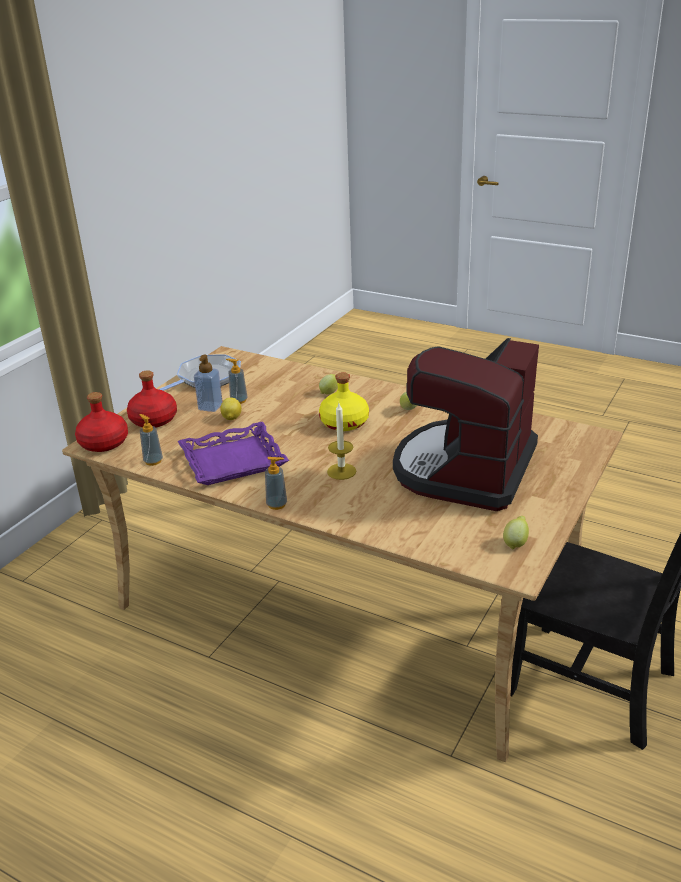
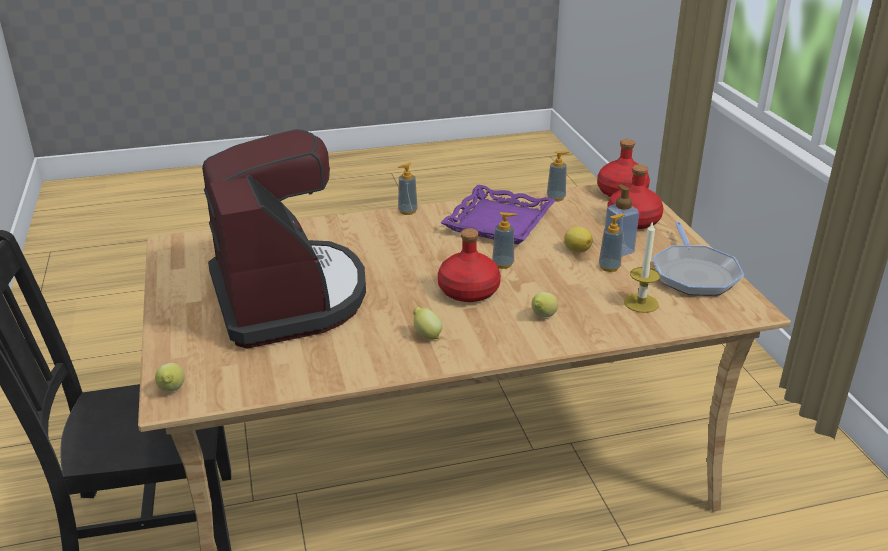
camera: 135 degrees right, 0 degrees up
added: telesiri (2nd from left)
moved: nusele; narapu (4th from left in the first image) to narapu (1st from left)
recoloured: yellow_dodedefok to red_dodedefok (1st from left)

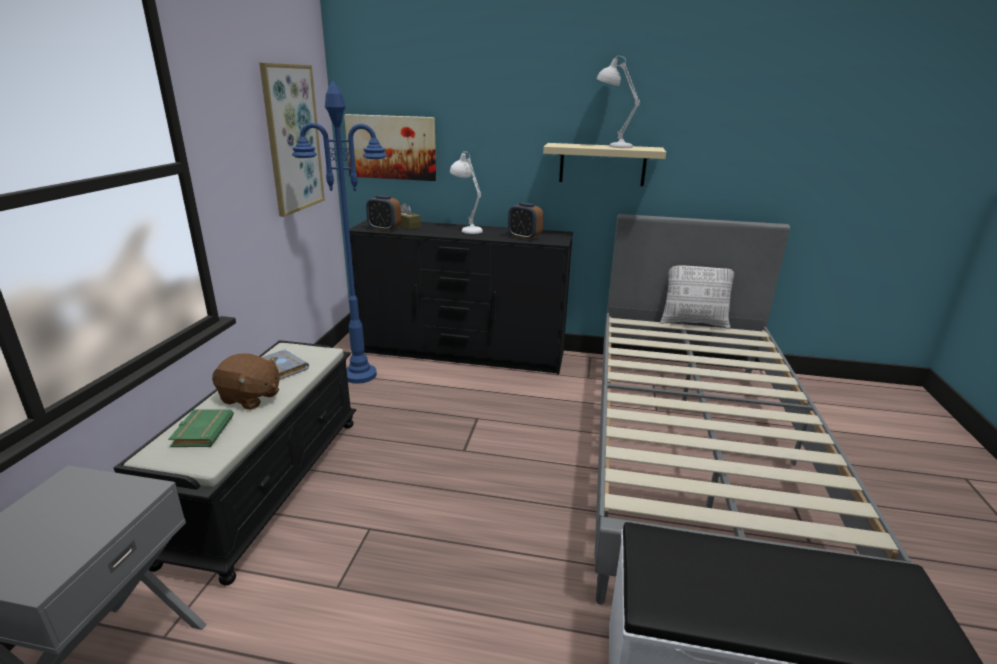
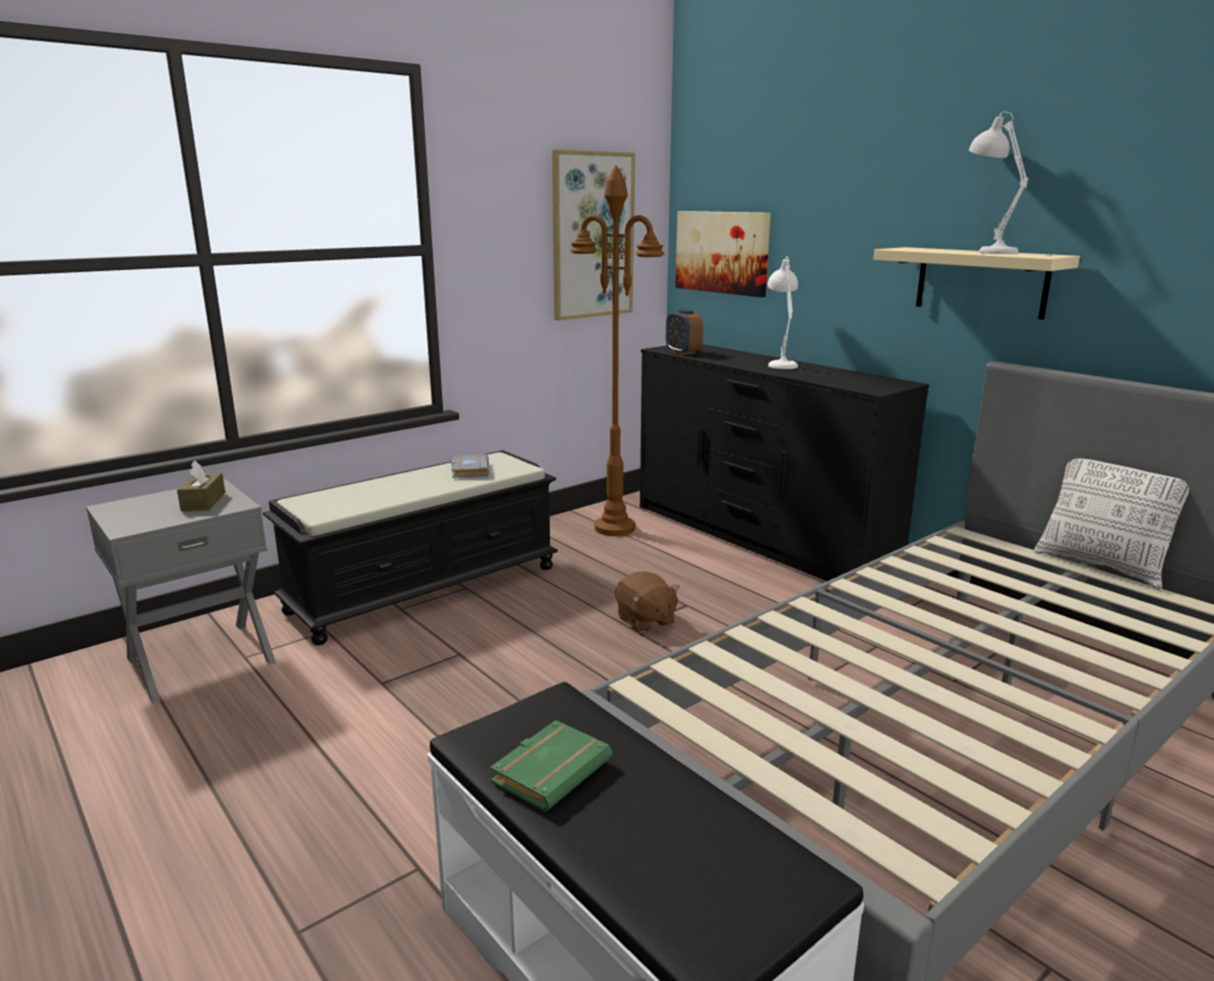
camera: 40 degrees right, 5 degrees down
removed: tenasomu (2nd from left)
moved: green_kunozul; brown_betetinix; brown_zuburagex
recoloured: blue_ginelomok to brown_ginelomok

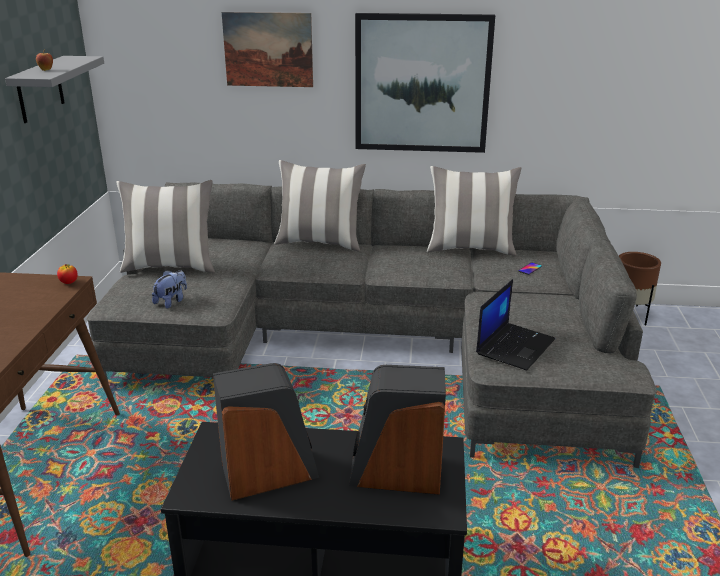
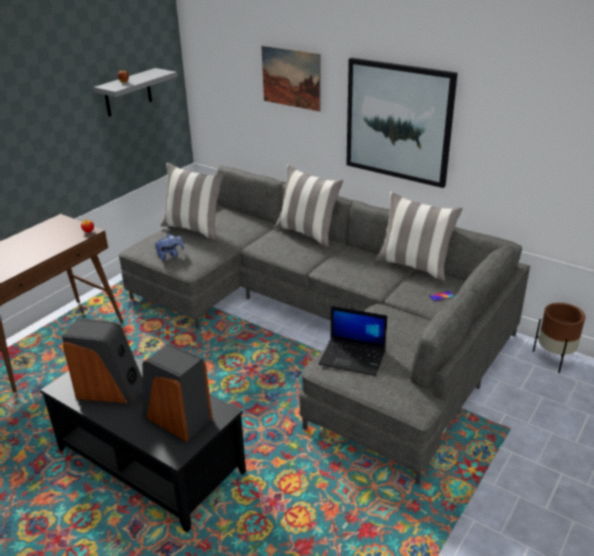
camera: 30 degrees right, 5 degrees up
turned: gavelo 45 degrees clockwise

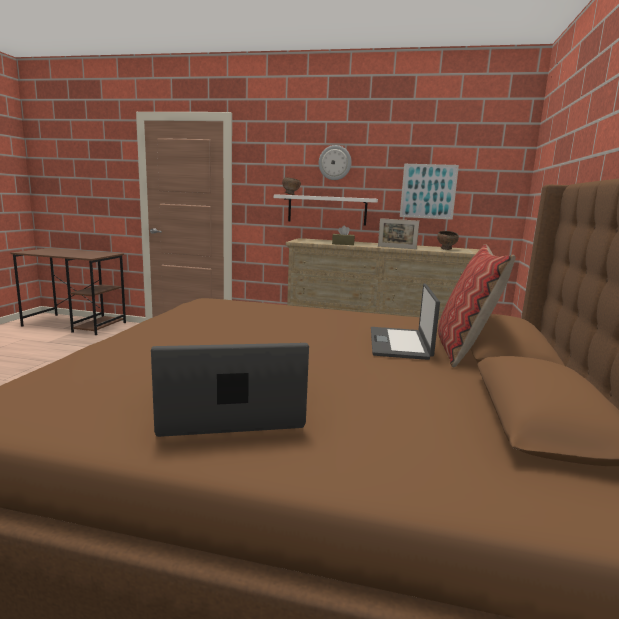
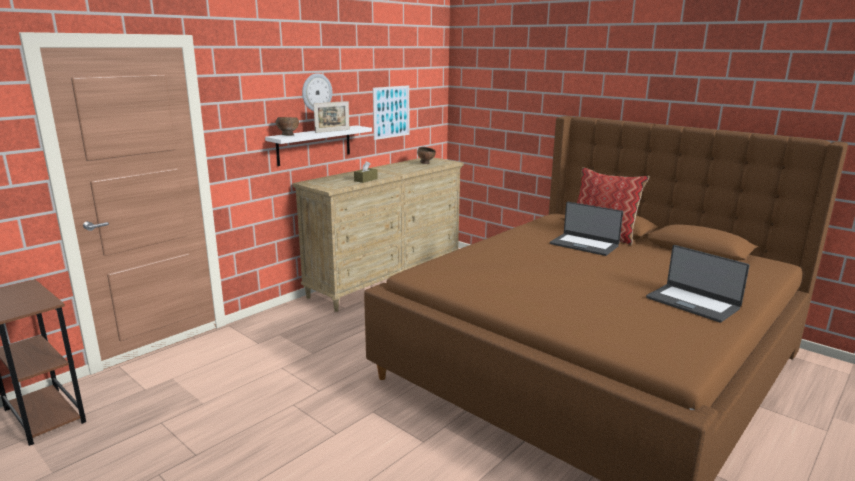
camera: 60 degrees left, 5 degrees up
moved: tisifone
turned: gavelo (1st from left in the first image) 60 degrees counterclockwise

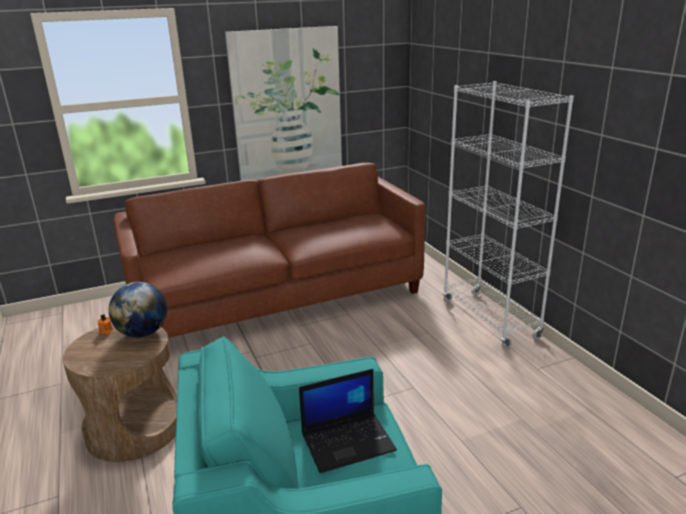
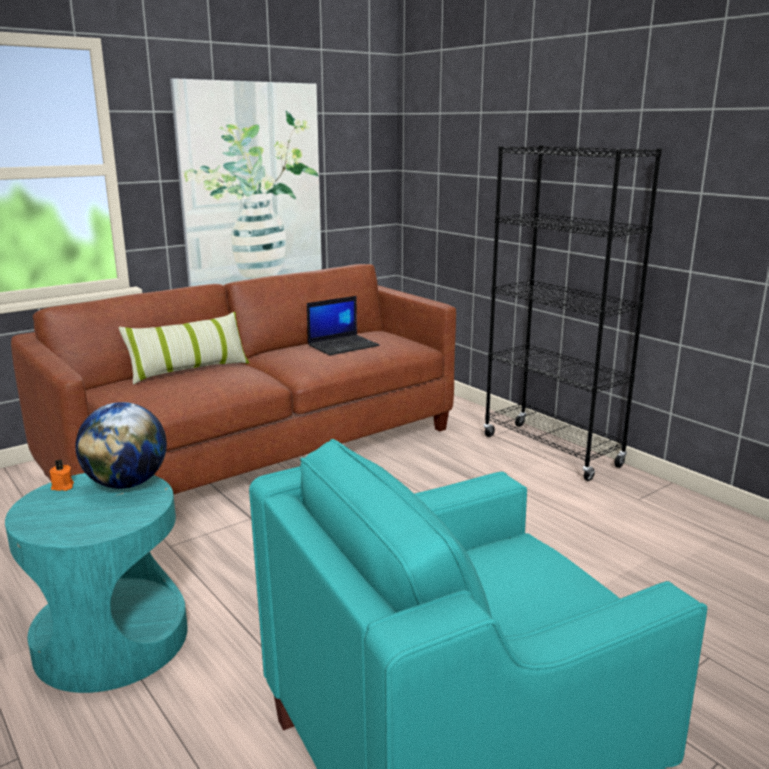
camera: 15 degrees left, 5 degrees down
added: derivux
moved: gavelo
recoloured: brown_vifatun to turquoise_vifatun; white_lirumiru to black_lirumiru

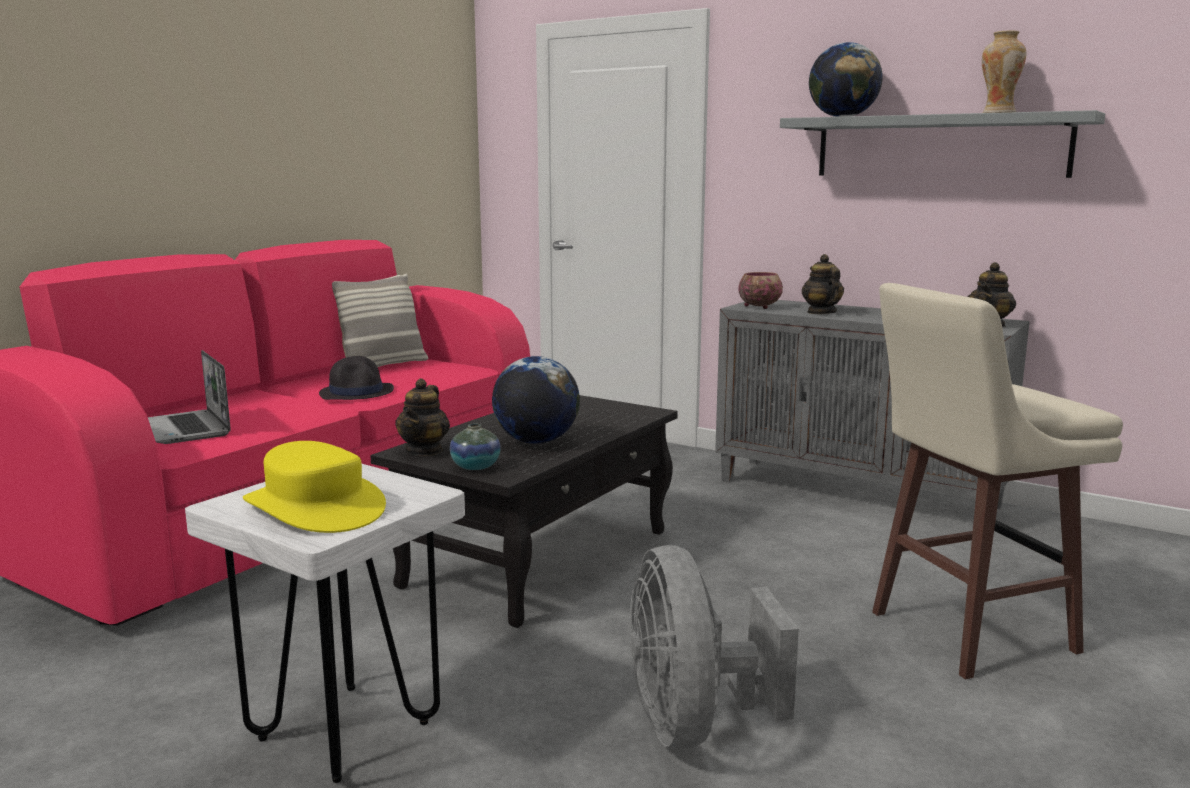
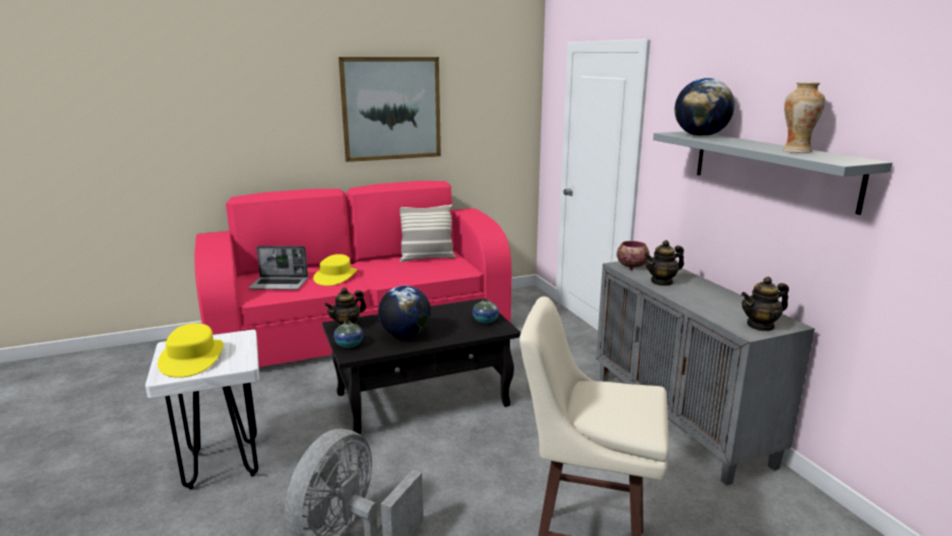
camera: 35 degrees right, 5 degrees up
removed: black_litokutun
added: yellow_litokutun (2nd from left); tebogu; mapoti (2nd from left)
turned: gavelo 90 degrees counterclockwise; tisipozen (2nd from left) 135 degrees counterclockwise

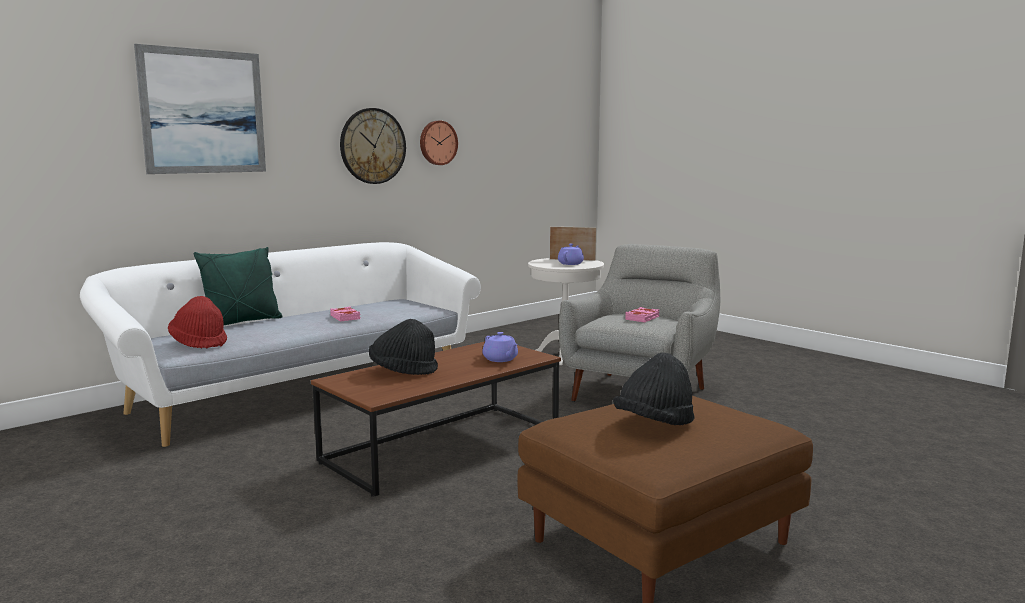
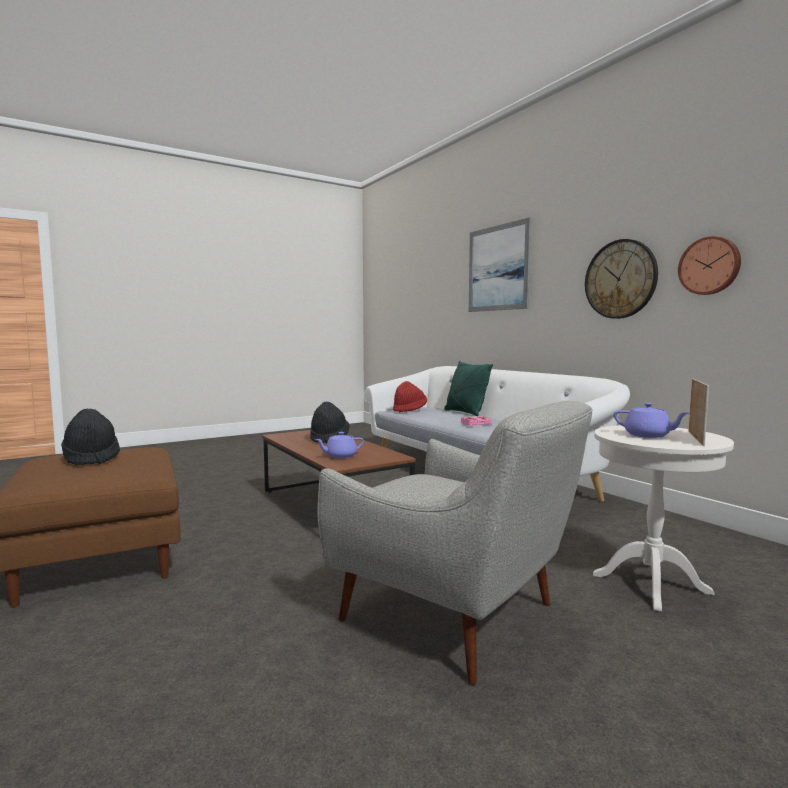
camera: 100 degrees right, 5 degrees down
removed: pink_kunozul (2nd from left)

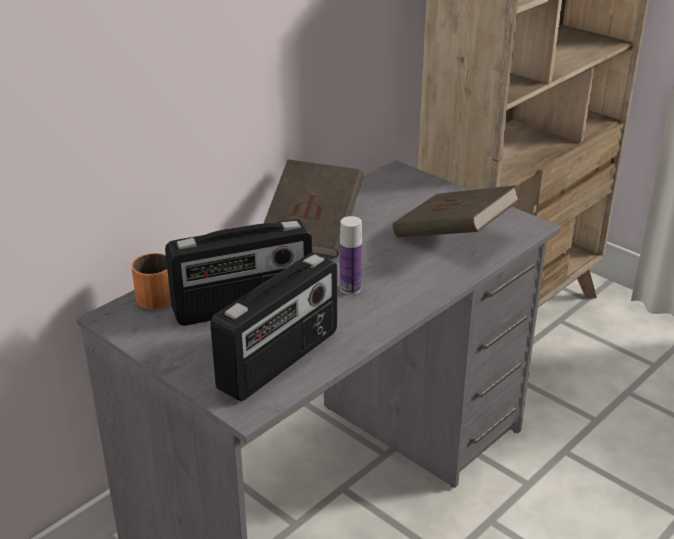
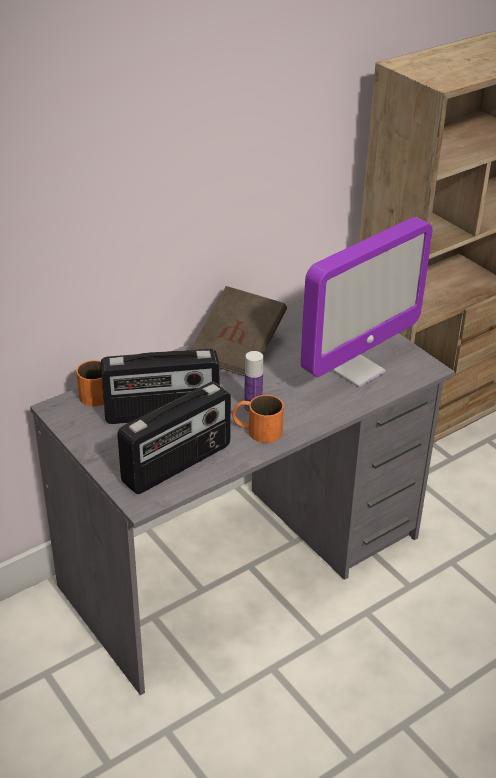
camera: 10 degrees right, 5 degrees up
added: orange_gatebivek (2nd from left)
replaced: brown_kunozul (2nd from left) to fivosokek

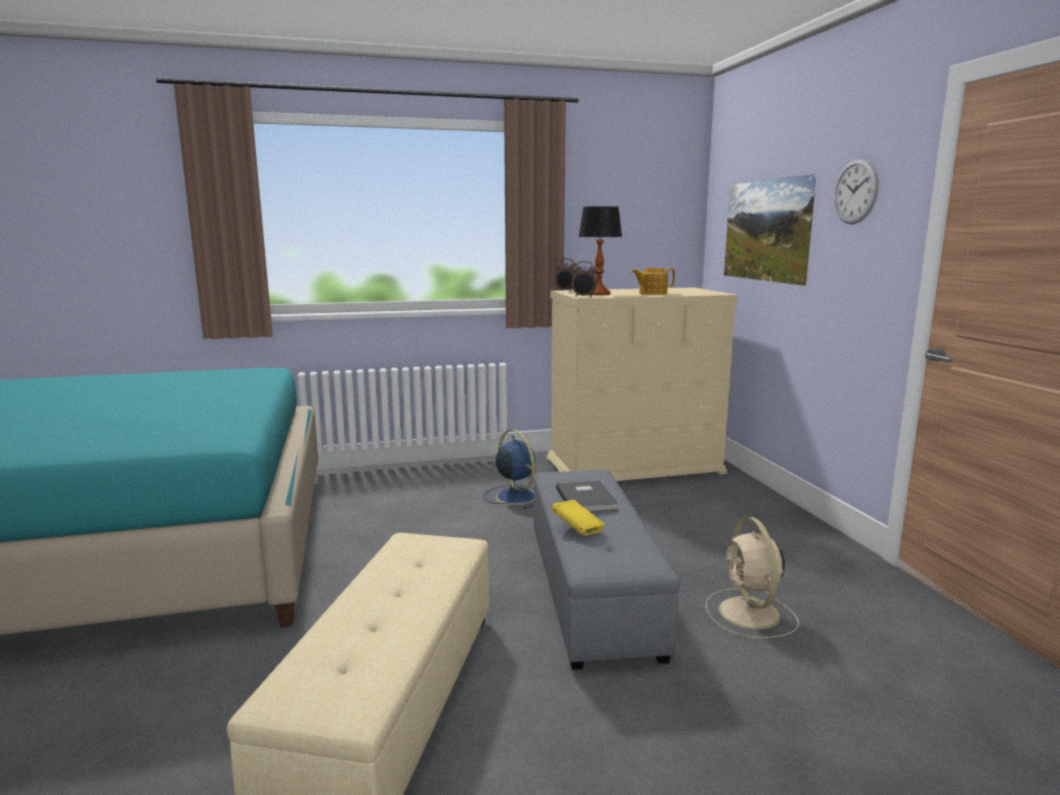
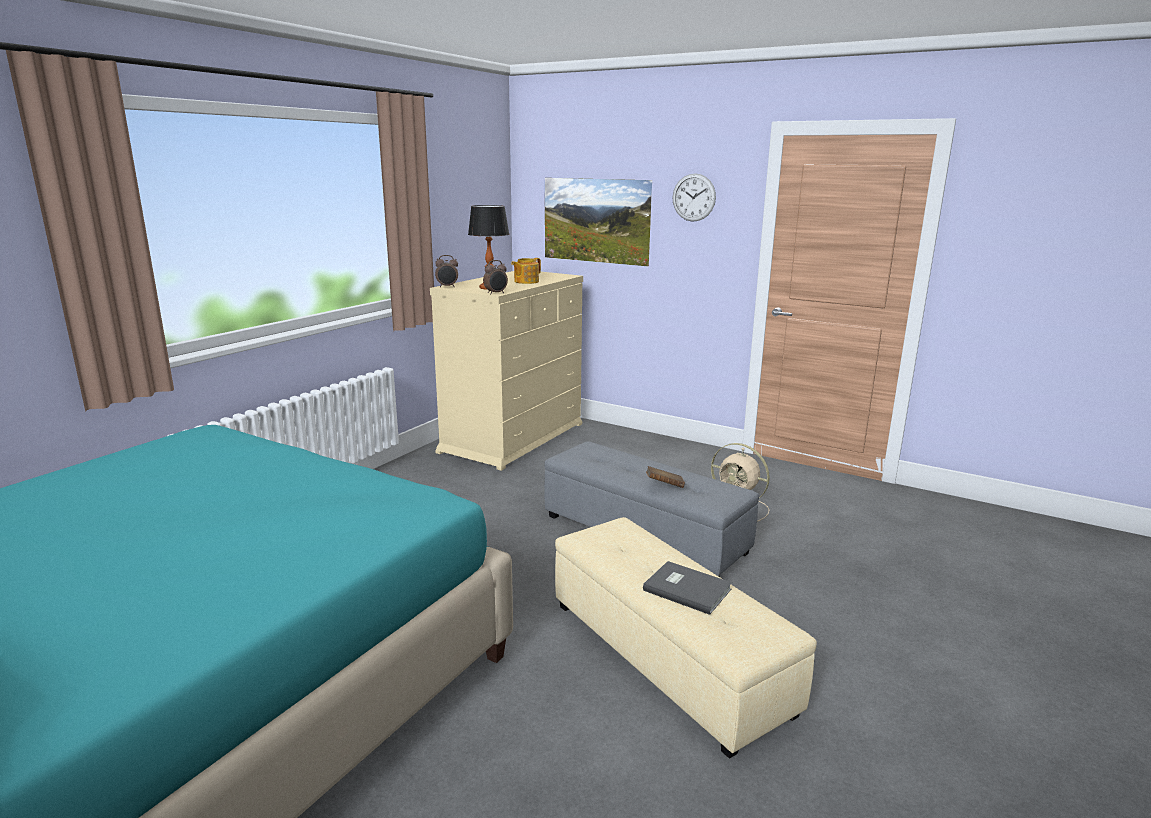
camera: 45 degrees left, 5 degrees up
removed: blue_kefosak
moved: grey_kunozul
recoloured: yellow_kunozul to brown_kunozul

